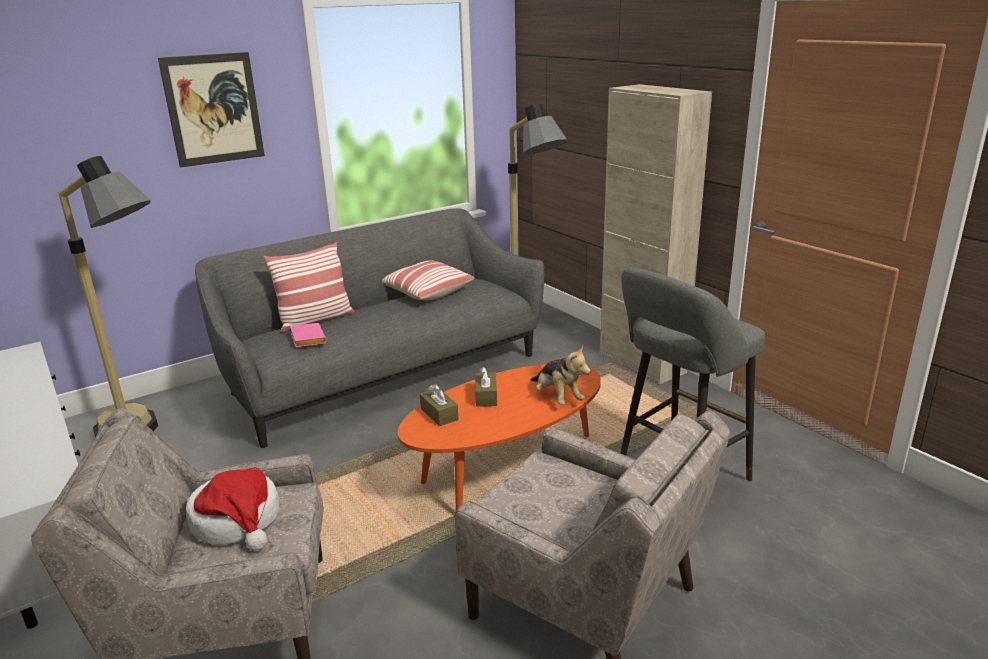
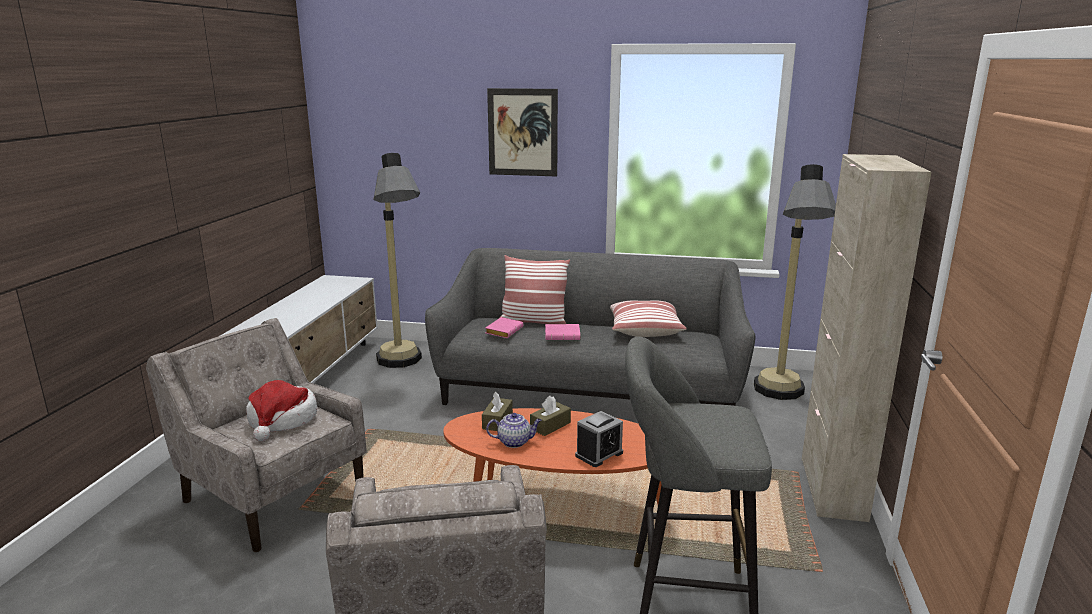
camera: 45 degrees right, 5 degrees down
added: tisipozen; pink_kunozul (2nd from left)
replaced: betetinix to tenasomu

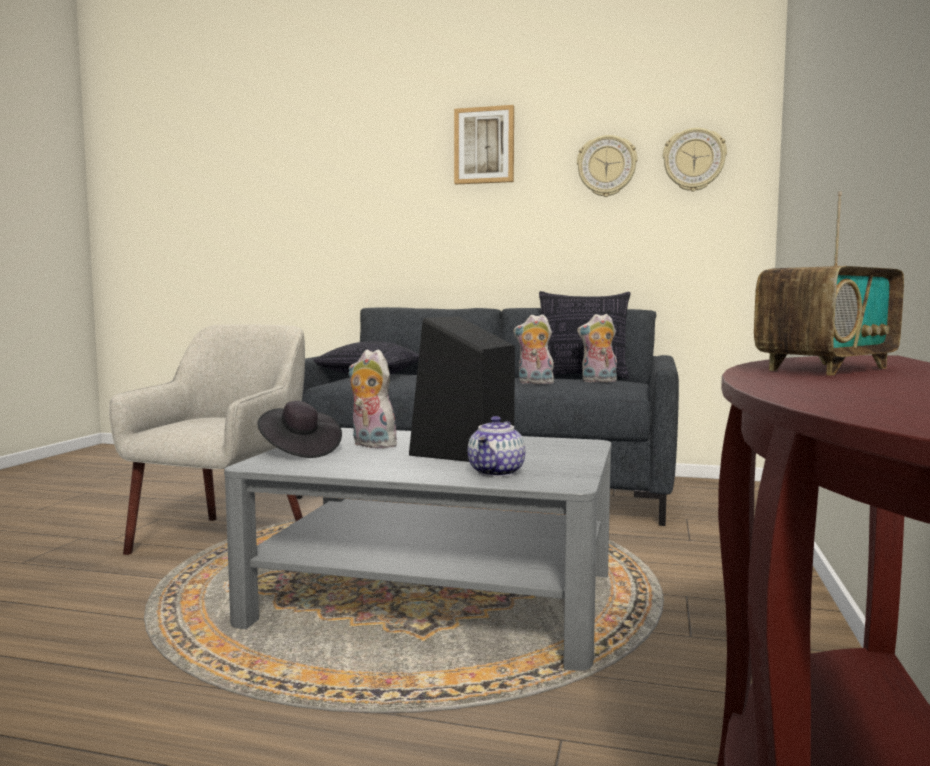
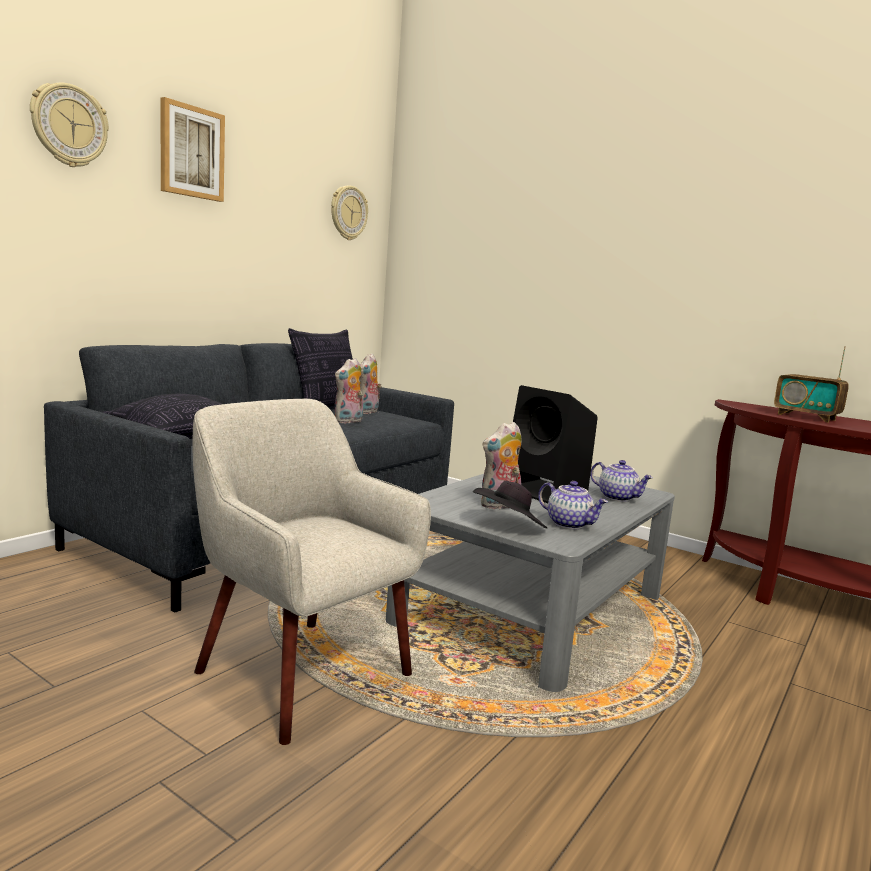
camera: 70 degrees left, 5 degrees up
added: tisipozen (1st from left)
moved: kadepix (1st from left)
turned: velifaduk 150 degrees clockwise

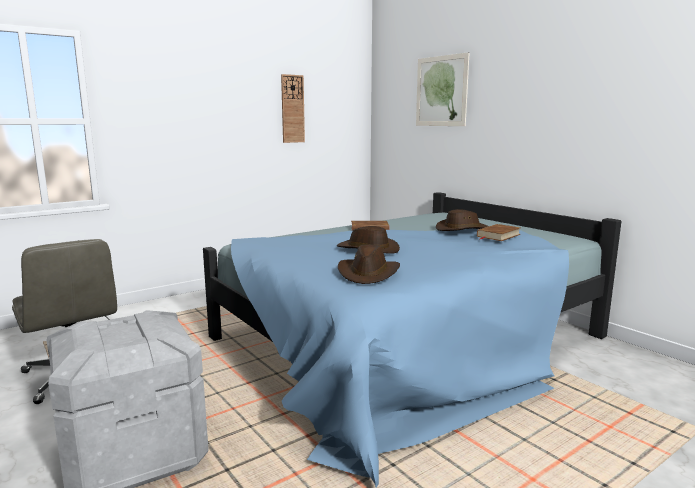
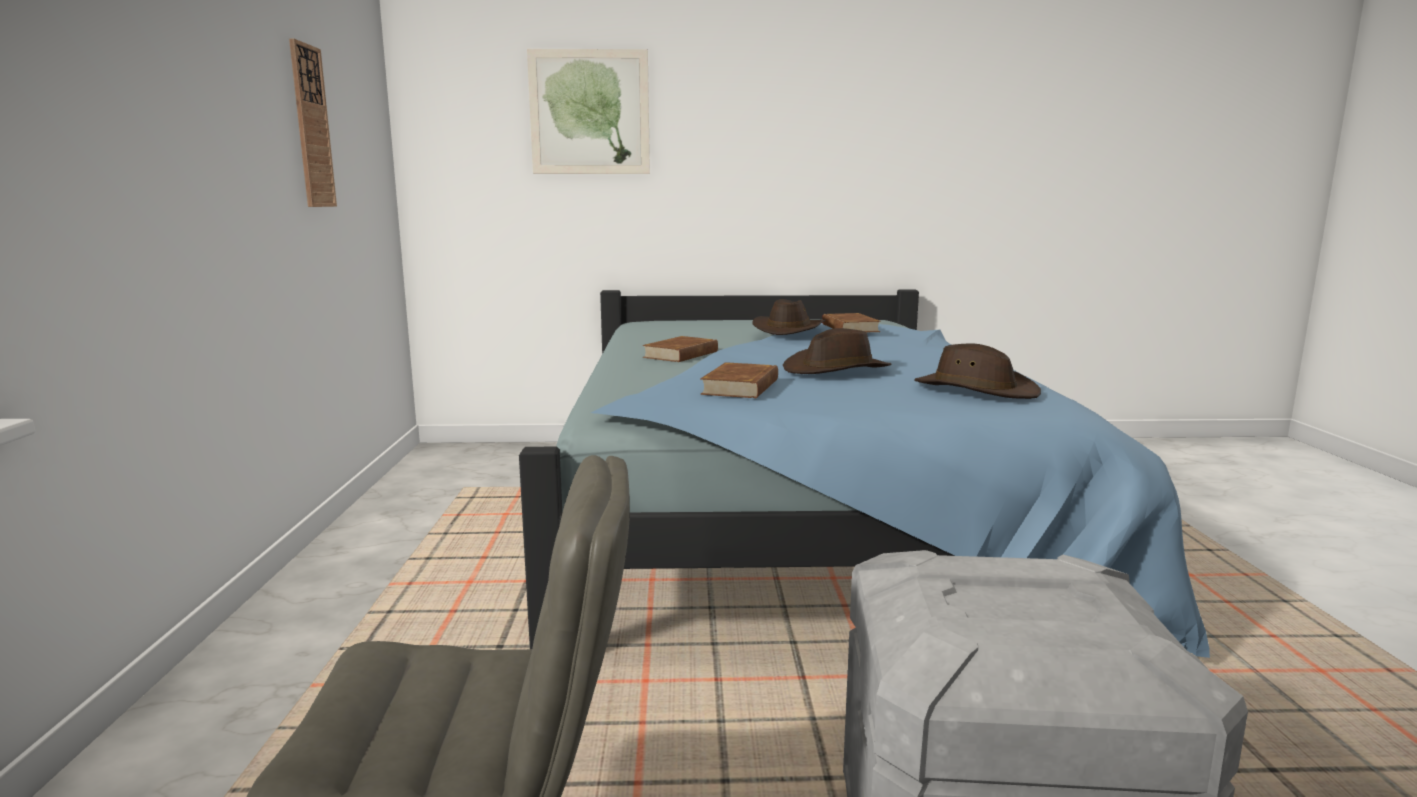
camera: 55 degrees left, 0 degrees up
added: brown_kunozul (2nd from left)

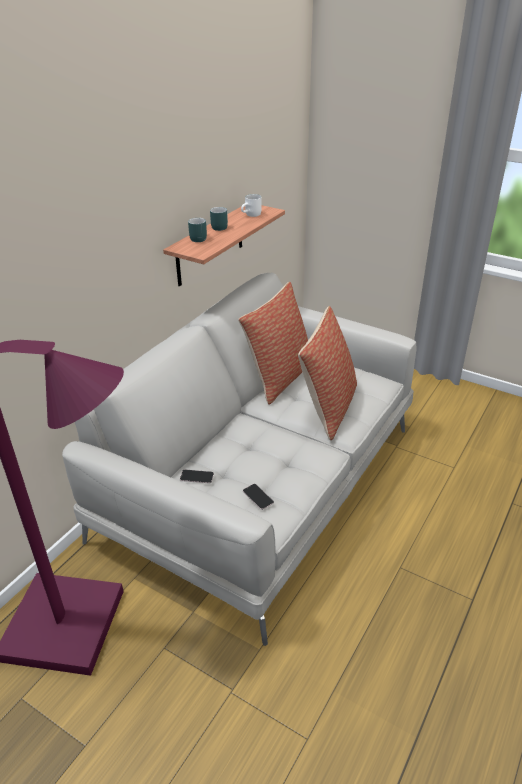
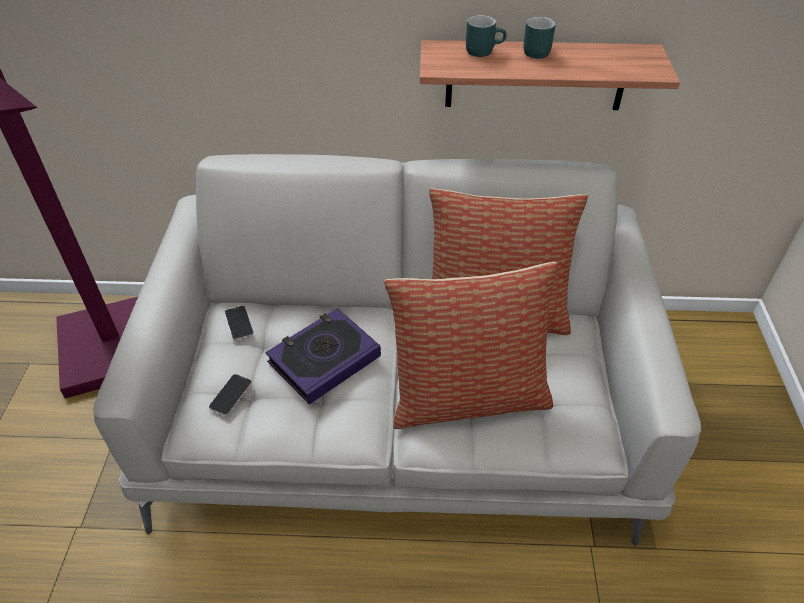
camera: 60 degrees right, 10 degrees up
removed: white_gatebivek
added: kunozul

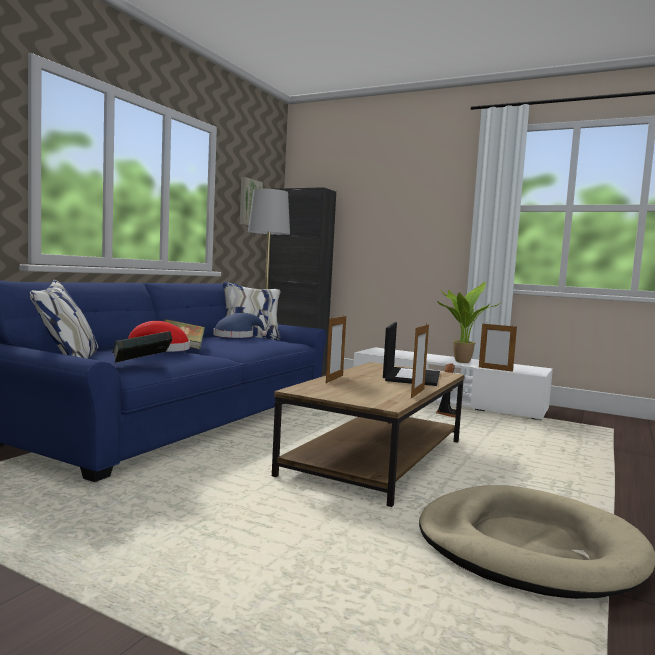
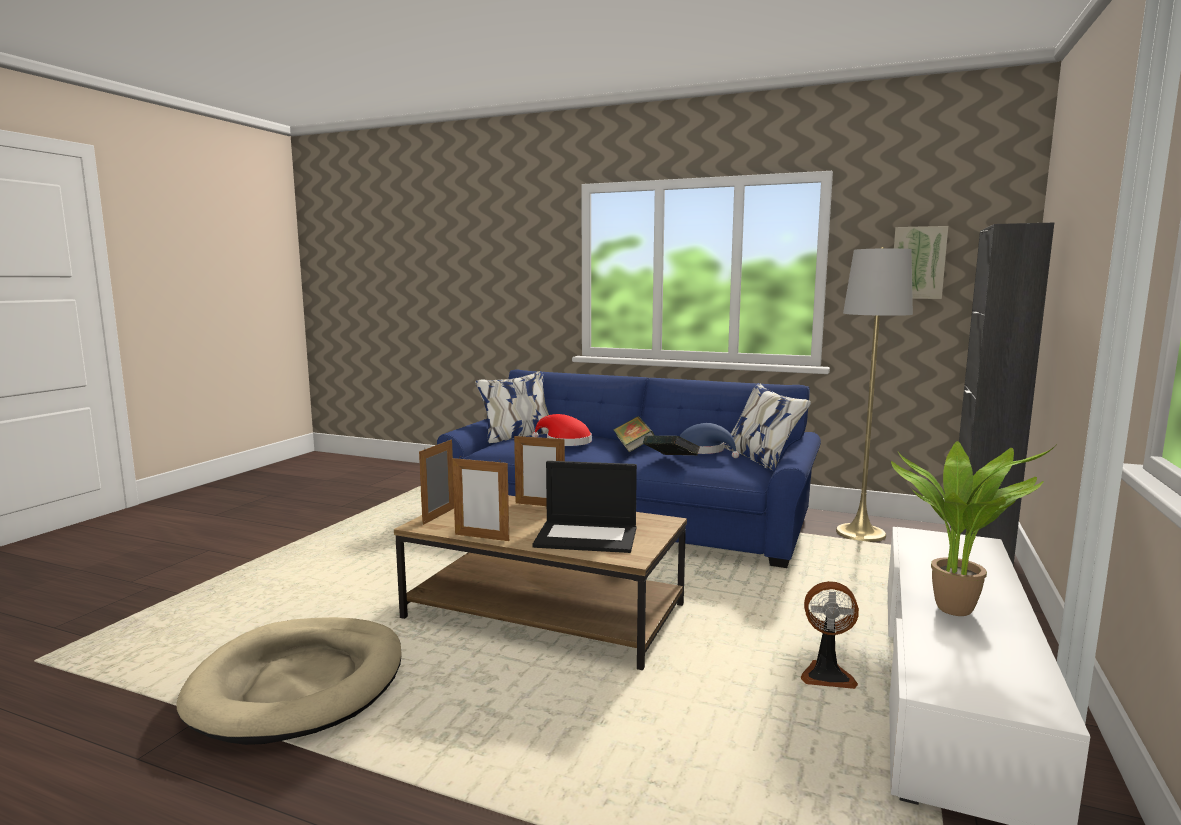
camera: 85 degrees right, 5 degrees up
moved: kunozul (1st from left in the first image) to kunozul (2nd from left); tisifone (3rd from left in the first image) to tisifone (1st from left)

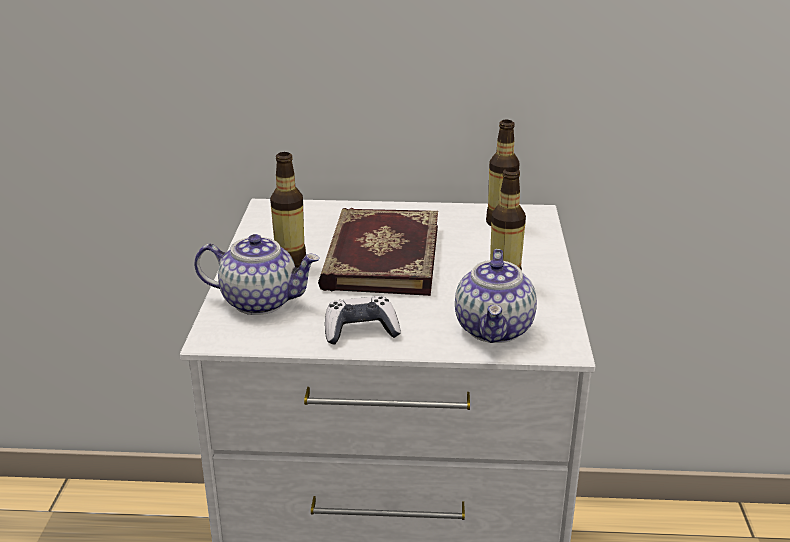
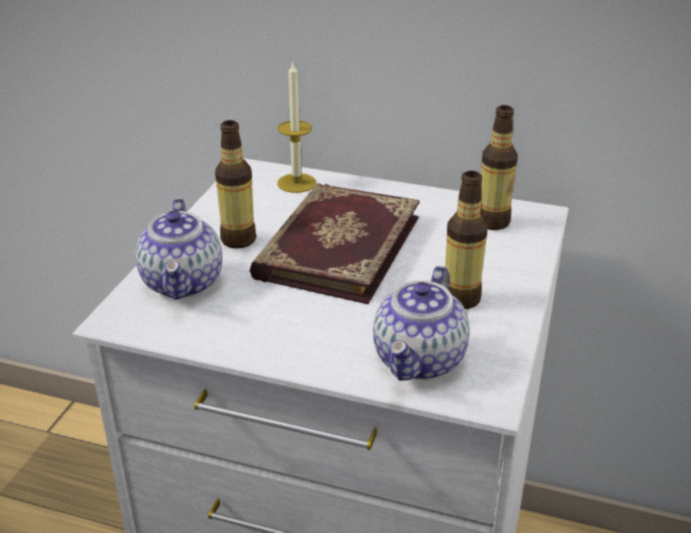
camera: 15 degrees right, 5 degrees up
removed: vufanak
added: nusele
turned: tisipozen (1st from left) 60 degrees clockwise

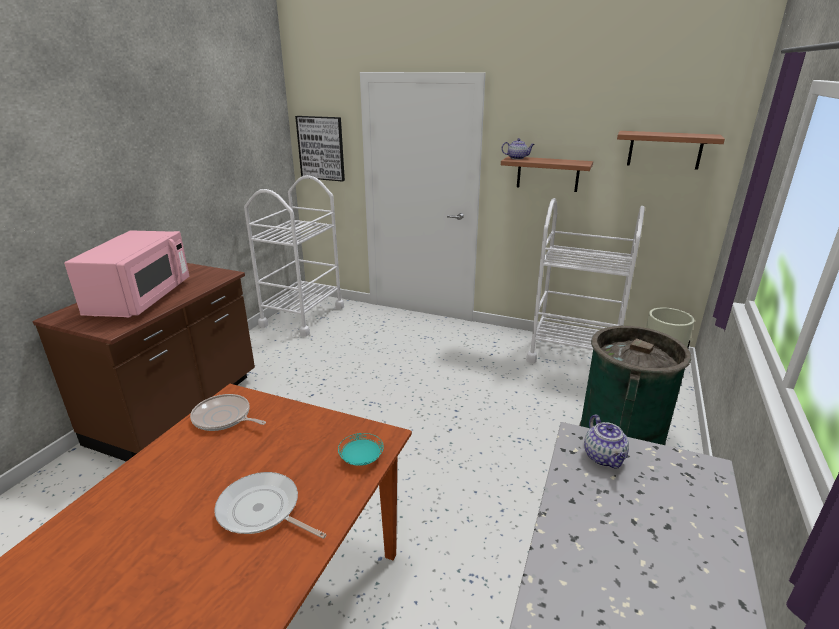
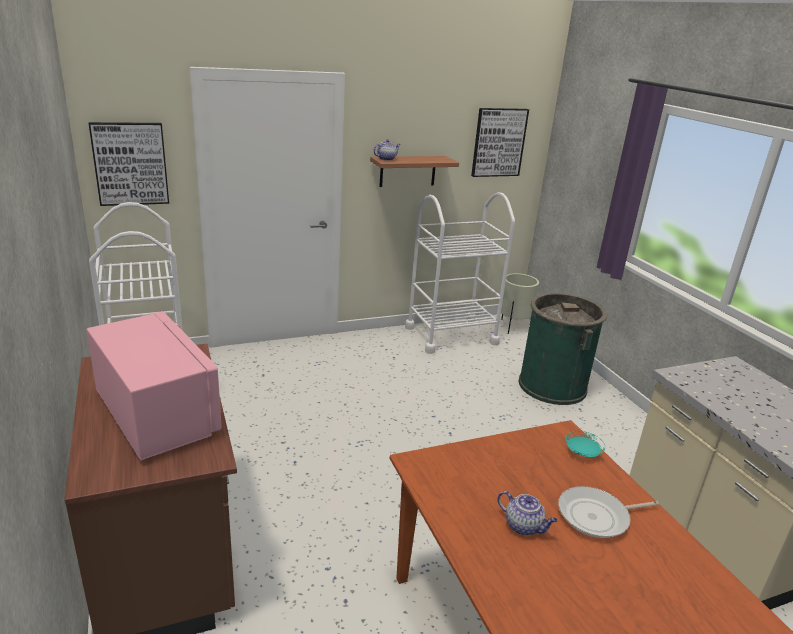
camera: 45 degrees left, 0 degrees up
removed: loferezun (1st from left)
moved: tisipozen (2nd from left)
replaced: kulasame (2nd from left) to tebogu (2nd from left)

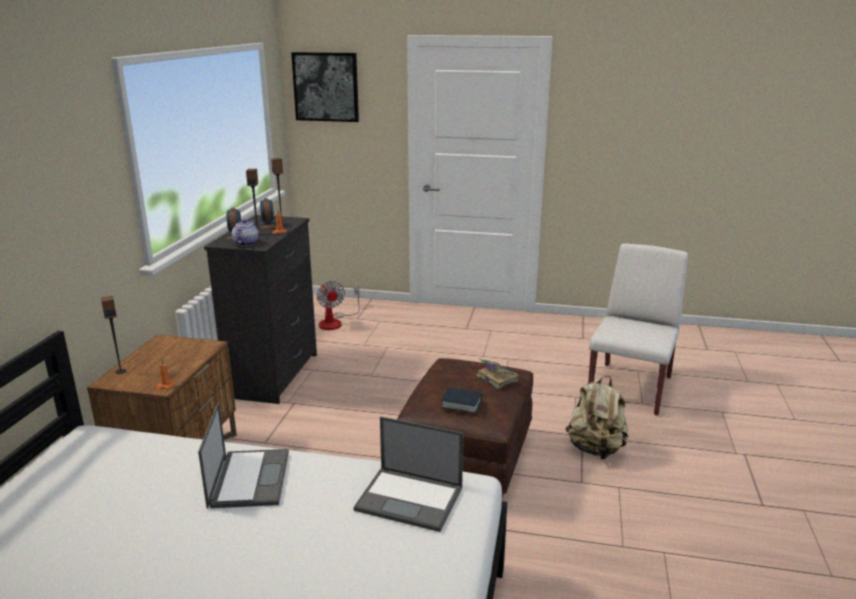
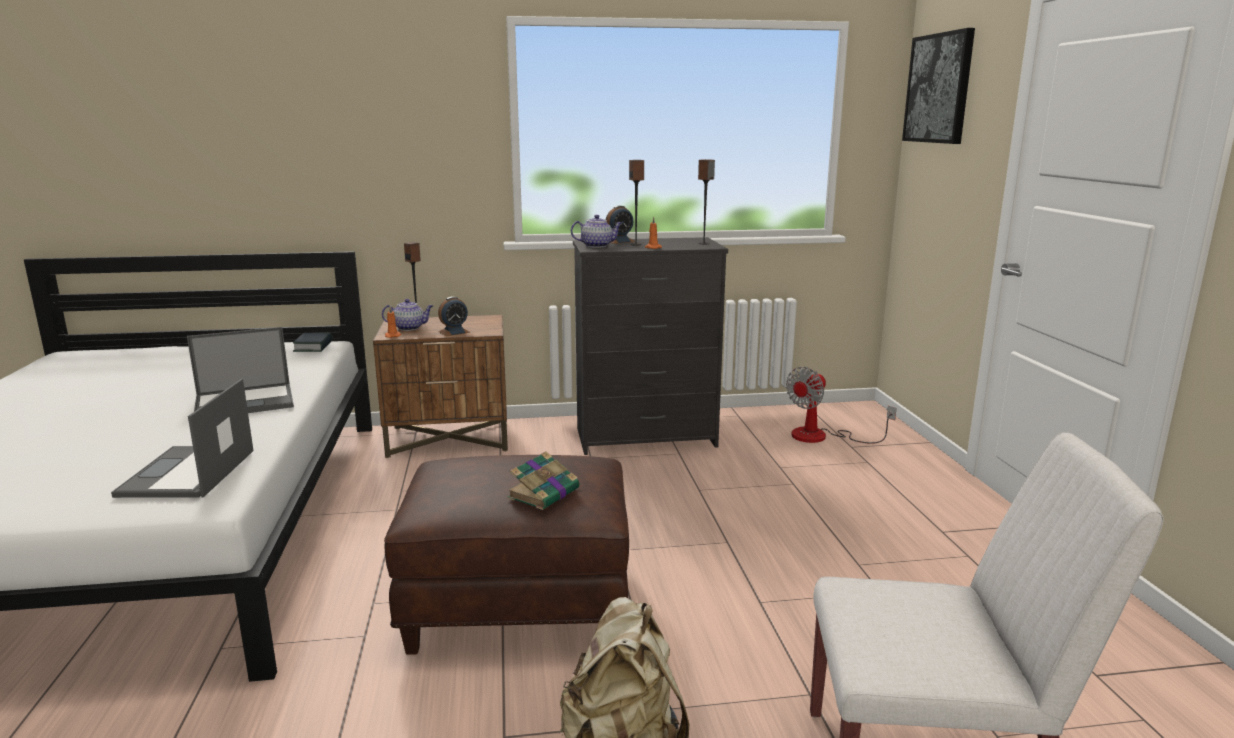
camera: 70 degrees right, 5 degrees down
added: tisipozen (1st from left)
moved: tenasomu (2nd from left in the first image) to tenasomu (1st from left); kunozul (1st from left)

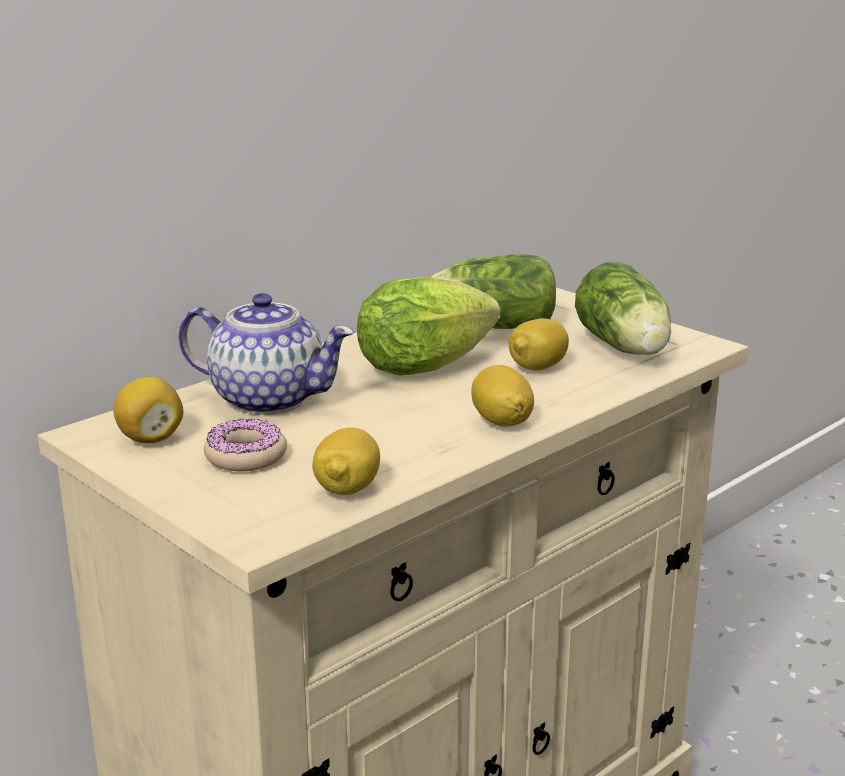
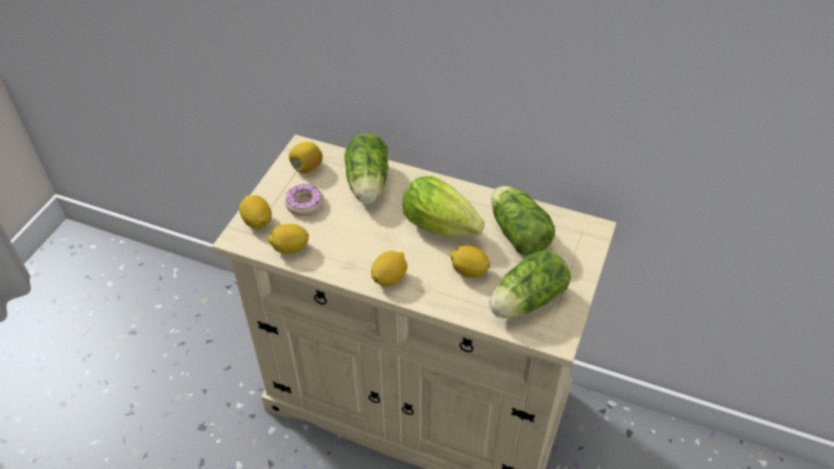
camera: 65 degrees right, 25 degrees up
added: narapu (1st from left)
replaced: tisipozen to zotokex (1st from left)

